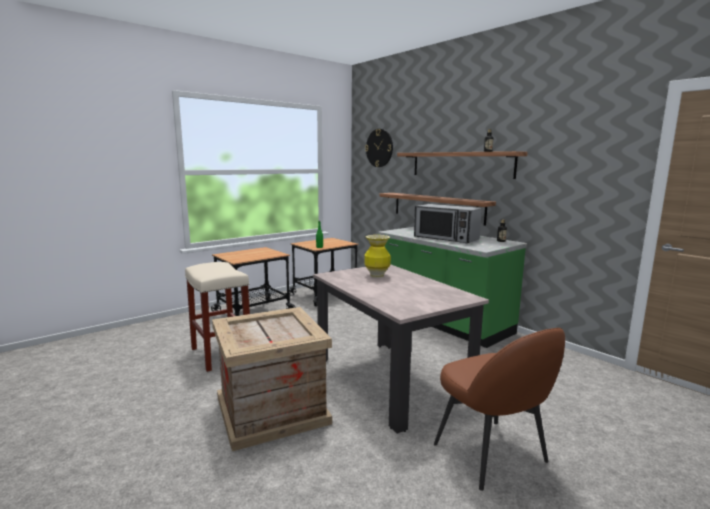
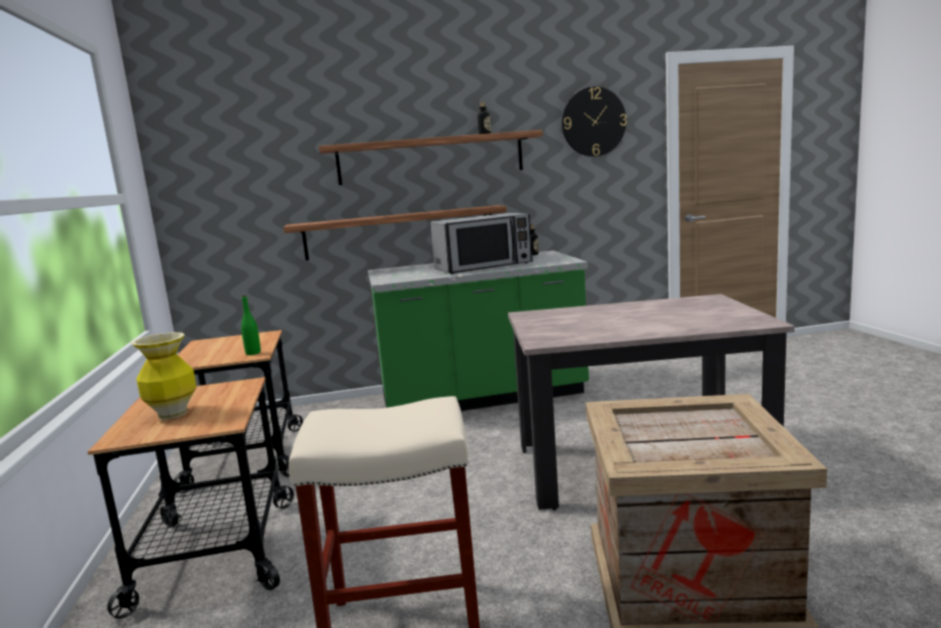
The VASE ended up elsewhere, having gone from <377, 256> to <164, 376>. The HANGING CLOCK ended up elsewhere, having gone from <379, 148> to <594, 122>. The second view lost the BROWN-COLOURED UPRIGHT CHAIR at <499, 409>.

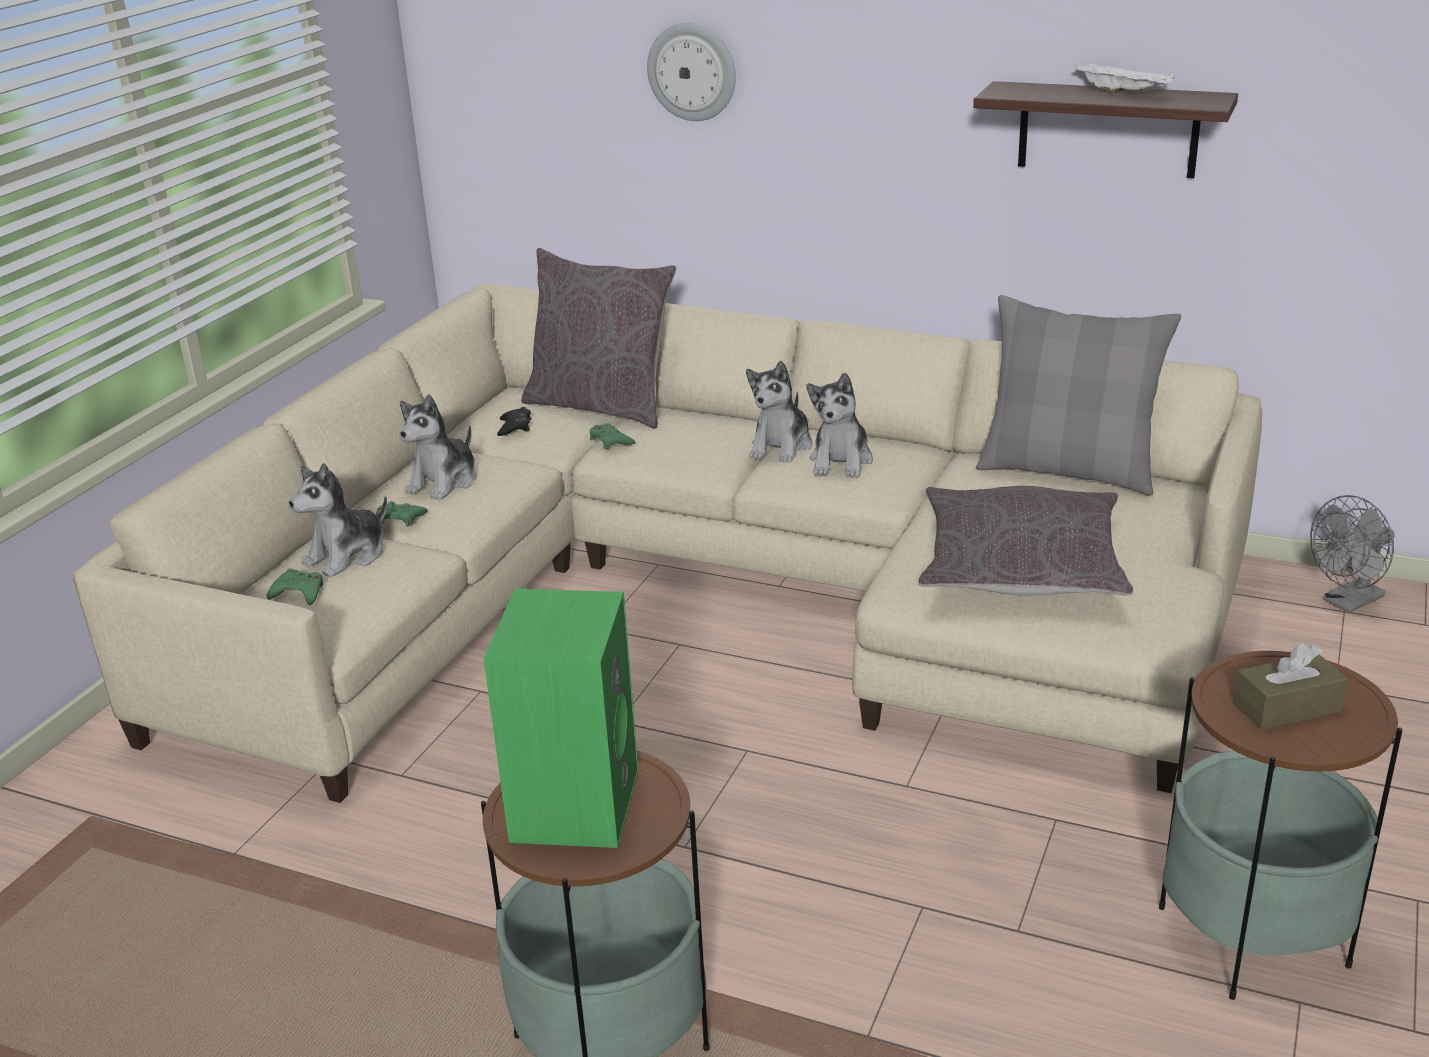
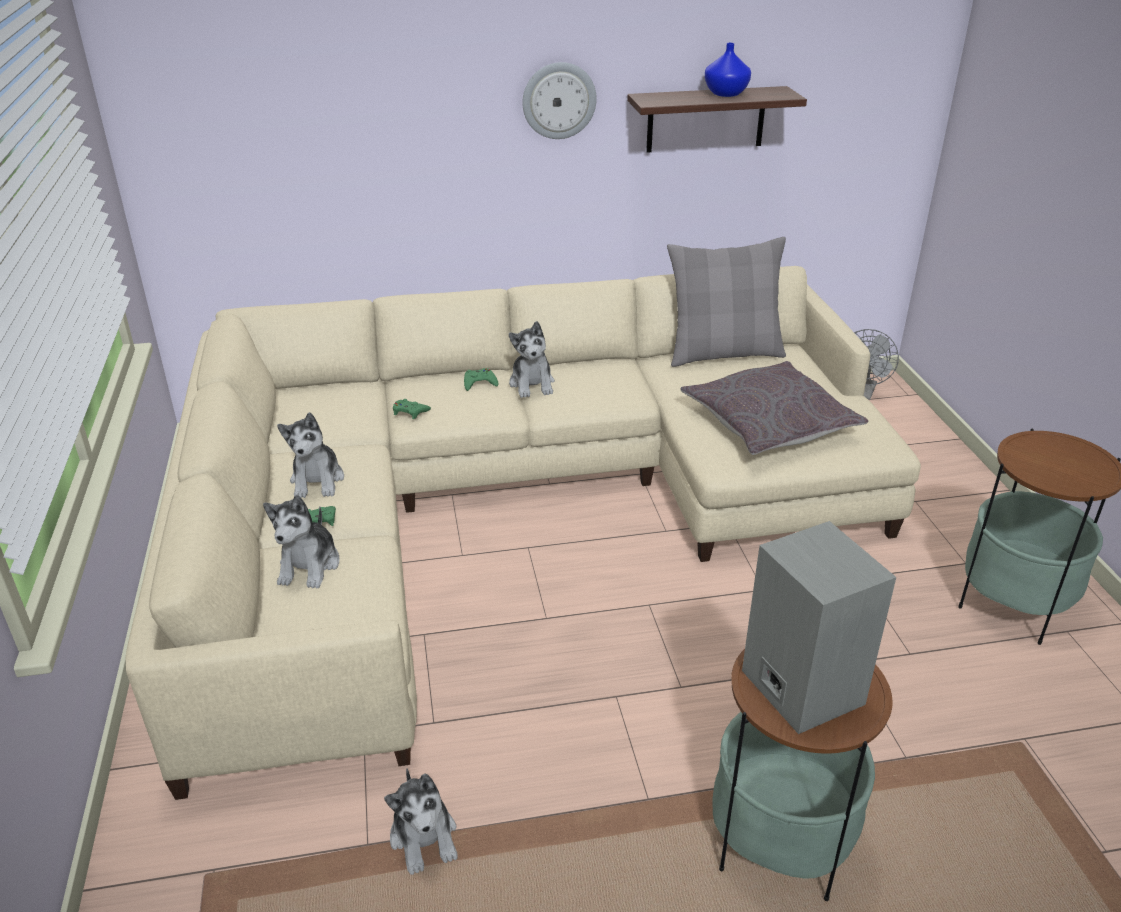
The CUDDLY TOY ended up elsewhere, having gone from <840, 425> to <421, 821>. The GREEN GAME CONTROLLER ended up elsewhere, having gone from <294, 586> to <481, 379>. The HANGING CLOCK ended up elsewhere, having gone from <691, 72> to <559, 100>. Where the WHITE CARRYING TRAY stood at <1124, 78>, the BLUE-COLOURED VASE came to stand at <728, 70>. What was the GREEN AUDIO SPEAKER at <561, 718> turned into the GREYISH AUDIO SPEAKER at <819, 627>. The second view lost the BLACK-COLOURED GAME CONTROLLER at <514, 421>. The second view lost the GREYISH PILLOW at <598, 338>. The second view lost the BROWN-COLOURED TISSUE HOLDER at <1290, 686>.

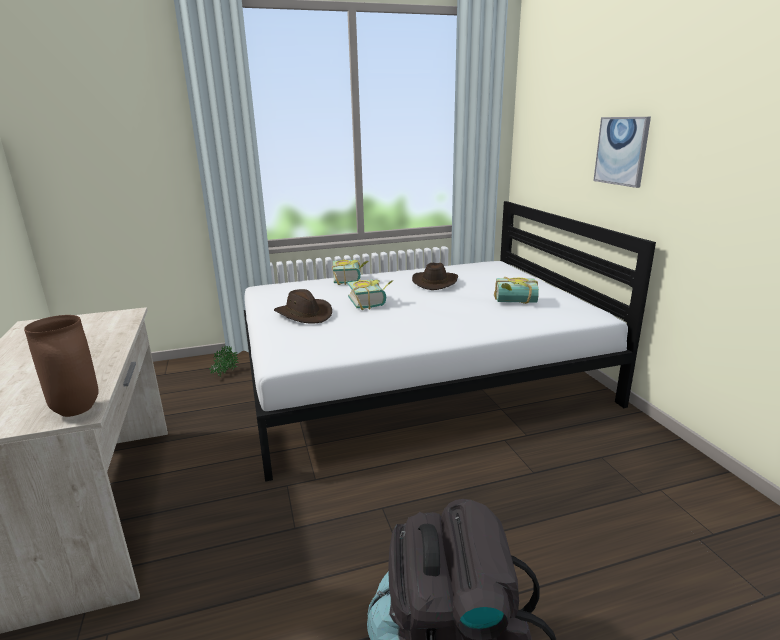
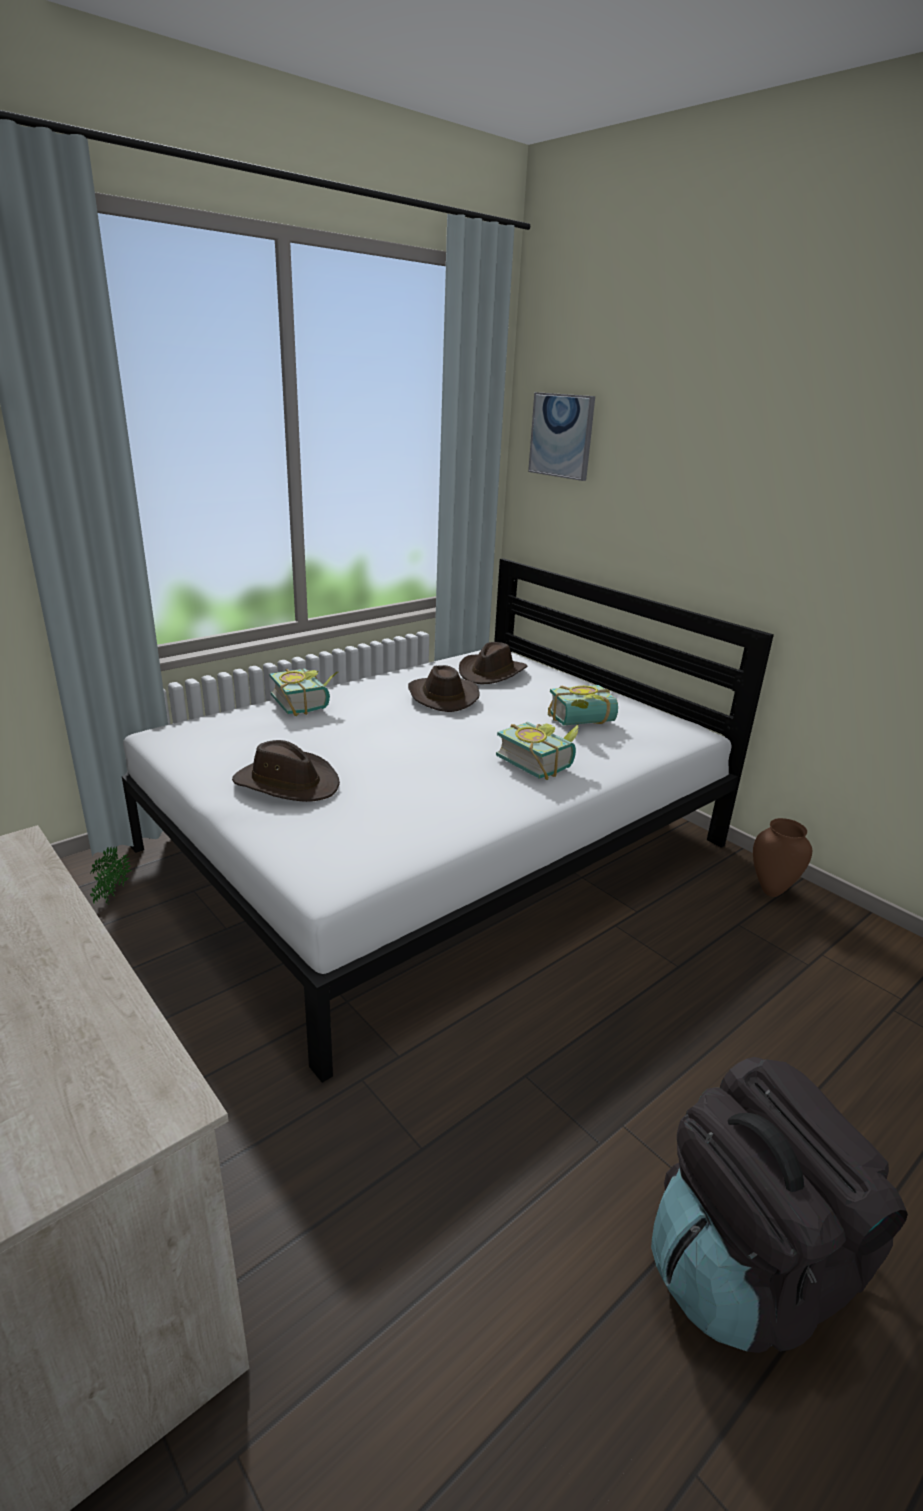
The second view gained the BROWN-COLOURED HAT at <493, 663>. The BOUND BOOK ended up elsewhere, having gone from <370, 294> to <537, 751>. The WALL PICTURE ended up elsewhere, having gone from <622, 152> to <561, 436>. The BROWN-COLOURED VASE ended up elsewhere, having gone from <61, 366> to <782, 857>.

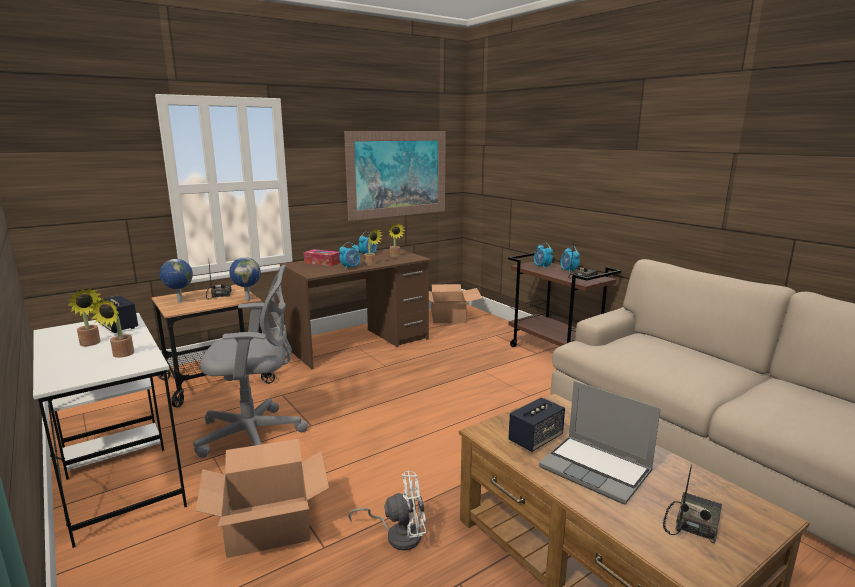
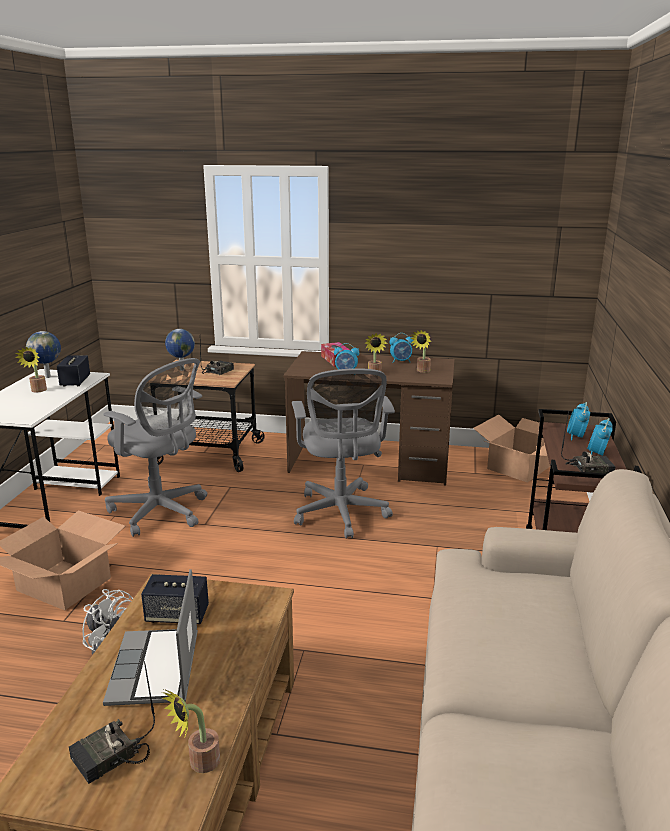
The DESK GLOBE ended up elsewhere, having gone from <245, 279> to <43, 354>. The RADIO SET at <692, 504> ended up facing another way, 150 degrees clockwise from before. The PLANT IN A POT ended up elsewhere, having gone from <111, 328> to <191, 731>. The second view gained the GREYISH DESK CHAIR at <343, 453>. The second view lost the WALL PICTURE at <395, 176>.

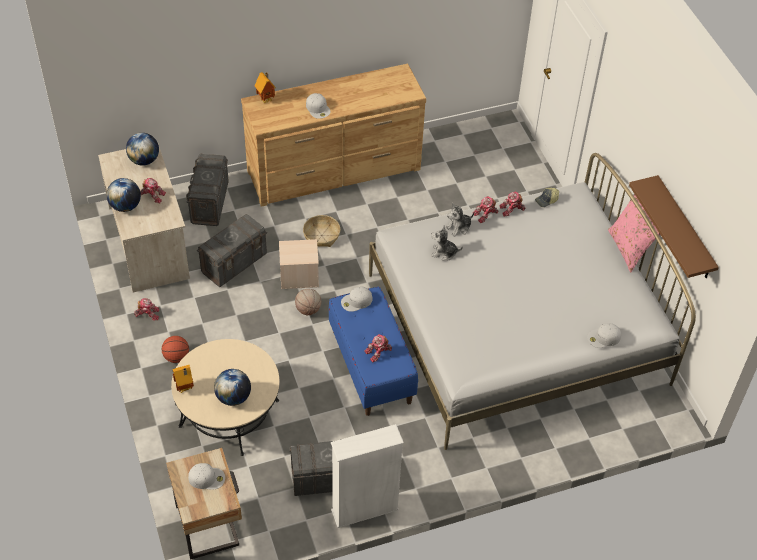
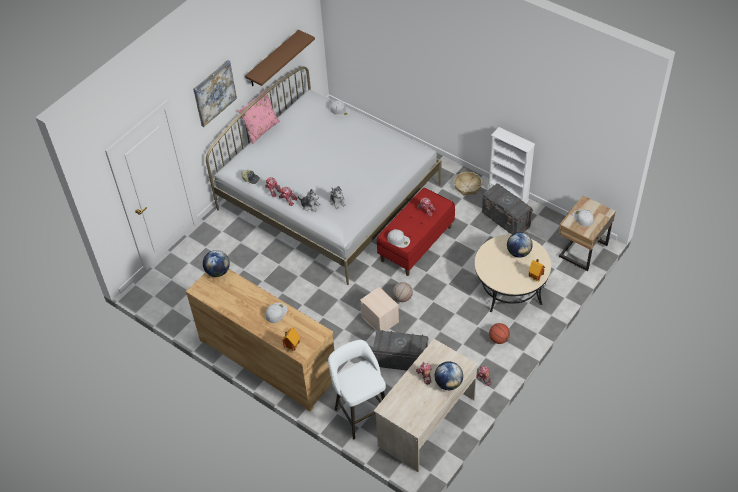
The second view gained the WALL PICTURE at <215, 93>. The DESK GLOBE ended up elsewhere, having gone from <142, 149> to <216, 263>. Where the GREYISH STORAGE BIN stood at <207, 190>, the WHITE SITTING STOOL came to stand at <357, 389>. What was the BLUE-COLOURED LONG SEAT at <373, 351> turned into the RED-COLOURED LONG SEAT at <416, 232>. The HOUSEHOLD BASKET ended up elsewhere, having gone from <321, 231> to <468, 184>.

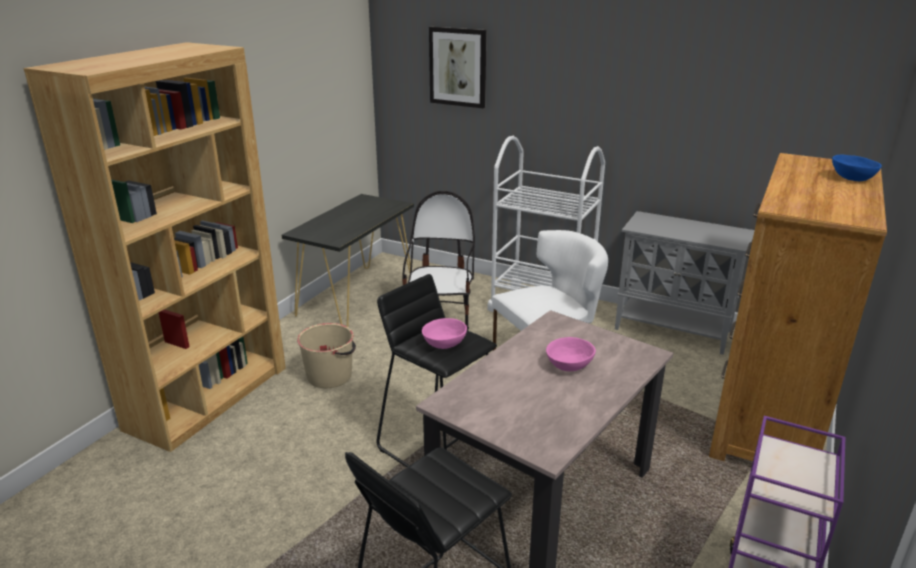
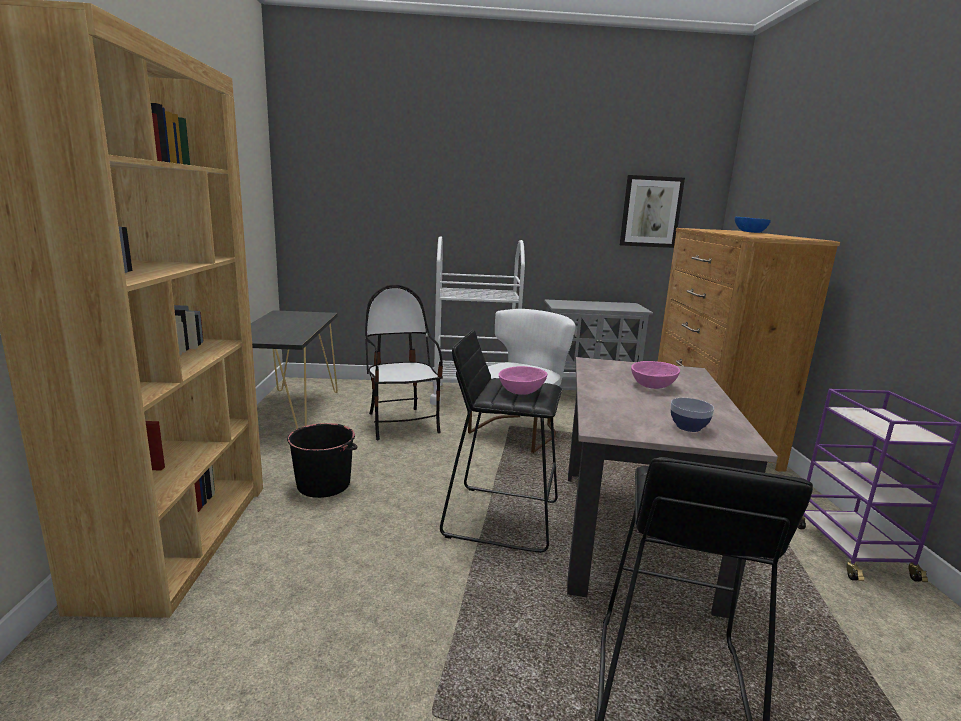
What was the BEIGE-COLOURED PAIL at <326, 355> turned into the BLACK-COLOURED PAIL at <322, 460>. The WALL PICTURE ended up elsewhere, having gone from <457, 67> to <652, 211>. The second view gained the SERVING BOWL at <692, 415>.

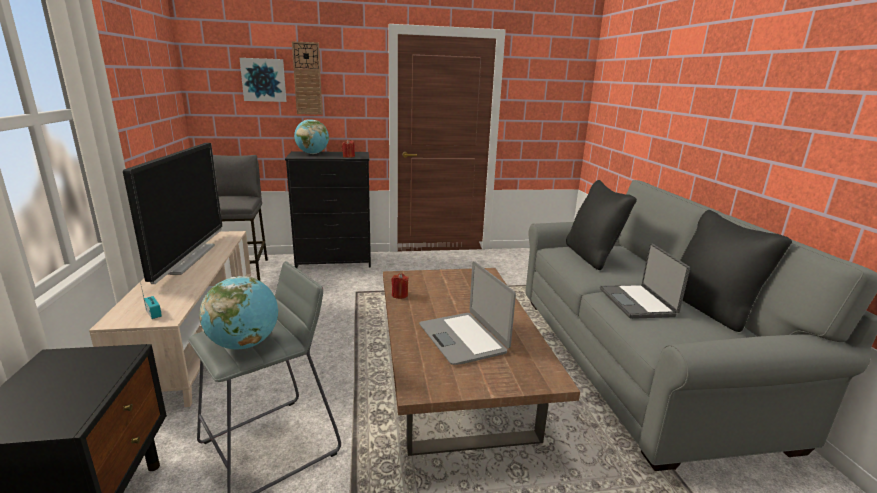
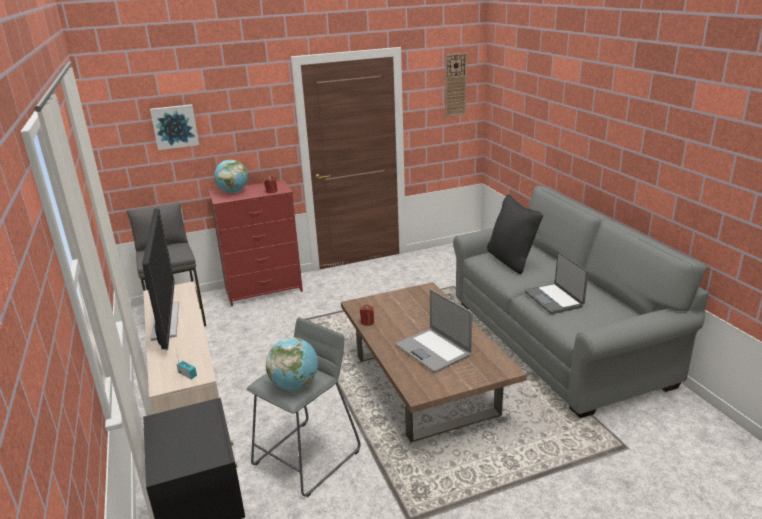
What was the BLACK-COLOURED DRAWER CHEST at <328, 209> turned into the RED-COLOURED DRAWER CHEST at <255, 243>. The HANGING CLOCK ended up elsewhere, having gone from <307, 78> to <456, 85>. The second view lost the BLACK-COLOURED PILLOW at <736, 271>.

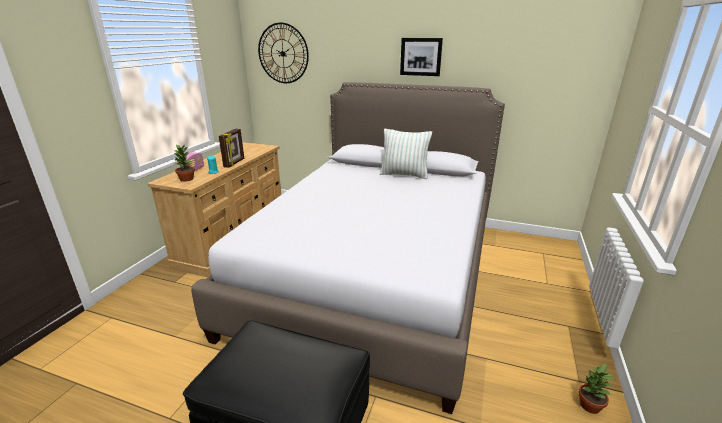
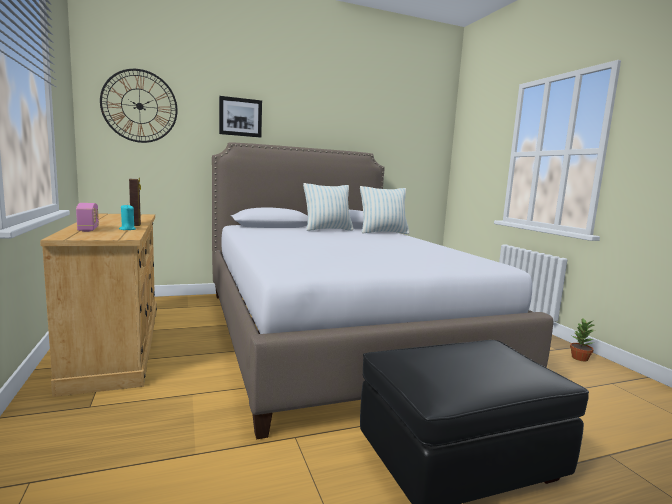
The WALL PICTURE ended up elsewhere, having gone from <421, 57> to <240, 117>. The second view gained the PILLOW at <384, 210>. The second view lost the PLANT IN A POT at <184, 162>.

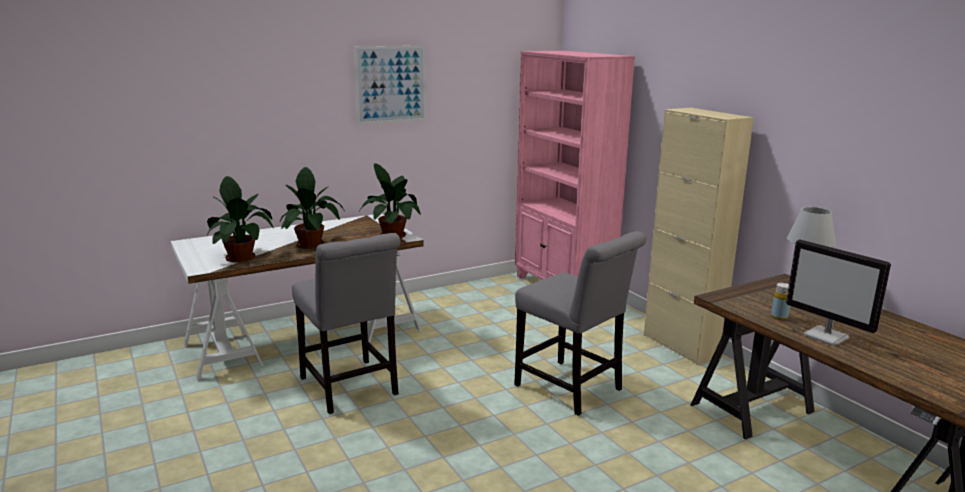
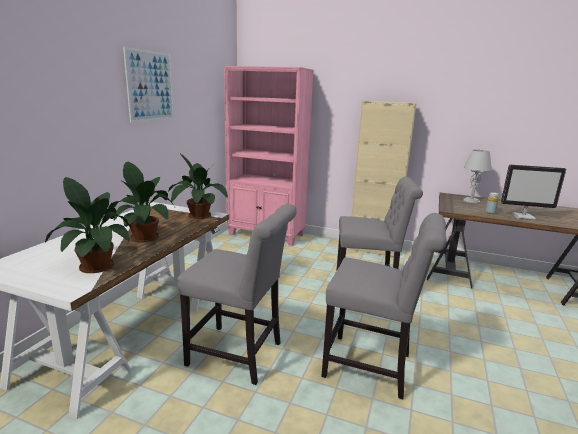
The second view gained the GREYISH UPRIGHT CHAIR at <383, 306>.

